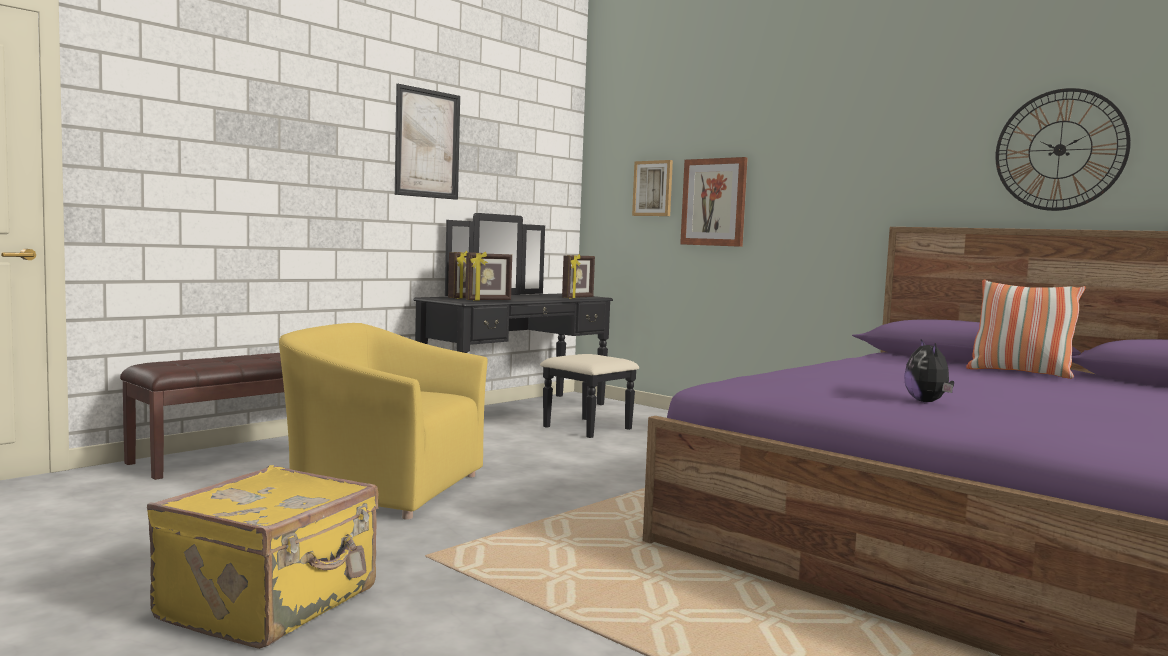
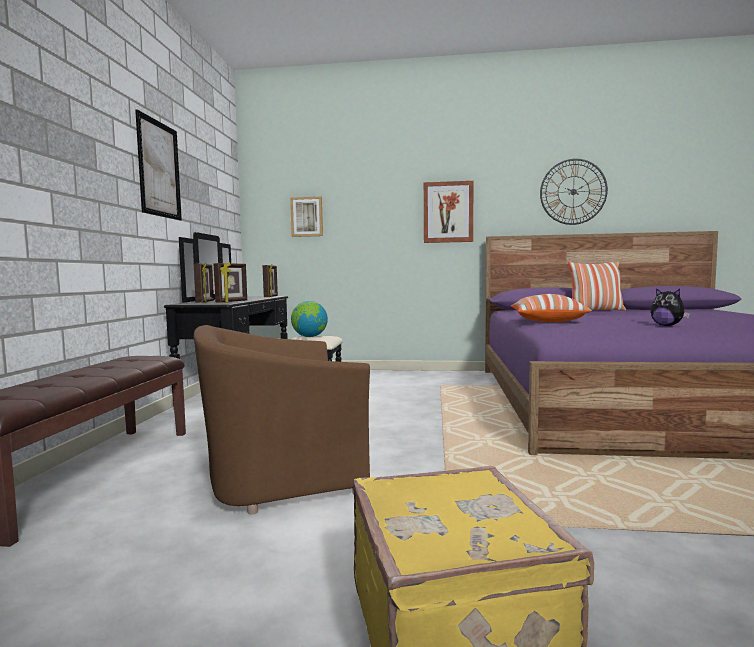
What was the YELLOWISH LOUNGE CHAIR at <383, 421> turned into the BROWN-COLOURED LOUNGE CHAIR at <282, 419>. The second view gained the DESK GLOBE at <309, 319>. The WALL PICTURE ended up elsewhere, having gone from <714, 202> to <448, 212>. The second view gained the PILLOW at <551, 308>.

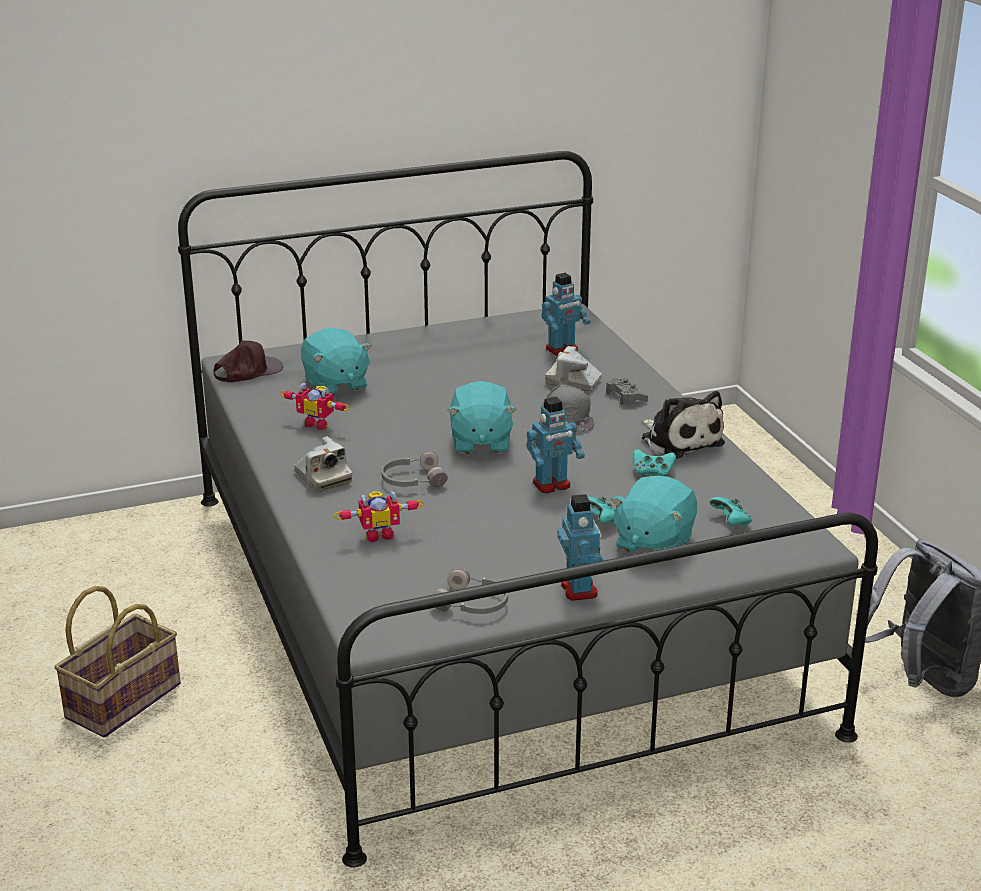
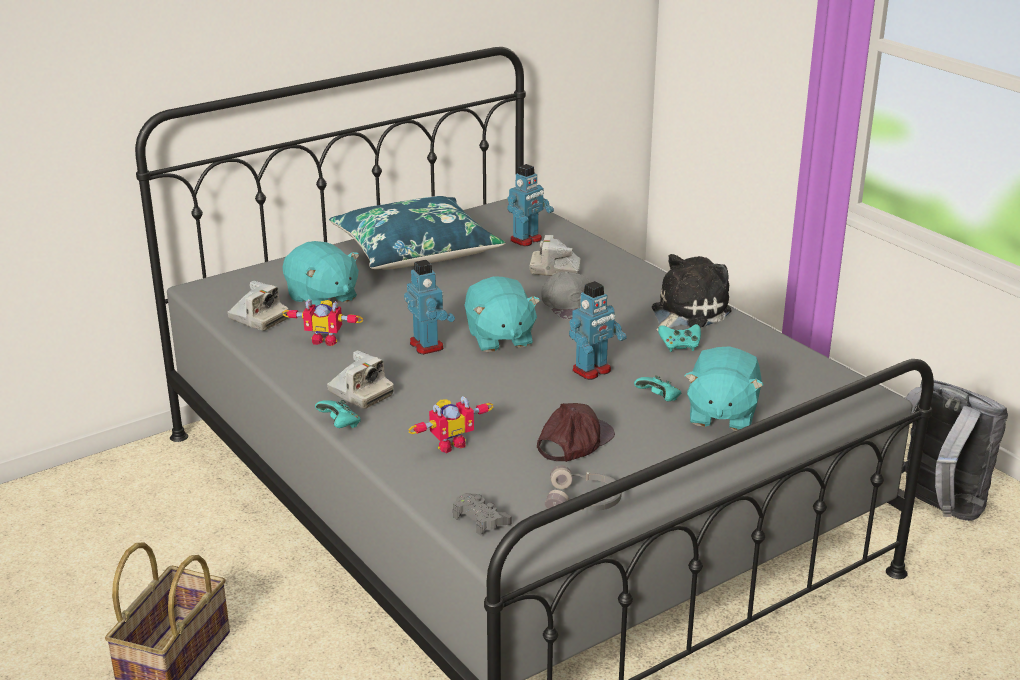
The second view gained the PHOTO CAMERA at <258, 306>. The TURQUOISE GAME CONTROLLER ended up elsewhere, having gone from <730, 512> to <338, 414>. The second view gained the BLUE-COLOURED PILLOW at <417, 233>. The ROBOT FIGURE ended up elsewhere, having gone from <583, 547> to <429, 307>. The GREYISH GAME CONTROLLER ended up elsewhere, having gone from <627, 391> to <482, 514>. The BROWN-COLOURED CAP ended up elsewhere, having gone from <248, 361> to <576, 432>. The CUDDLY TOY at <683, 425> ended up facing another way, 90 degrees counterclockwise from before. The second view lost the GREYISH HEADPHONES at <414, 469>.

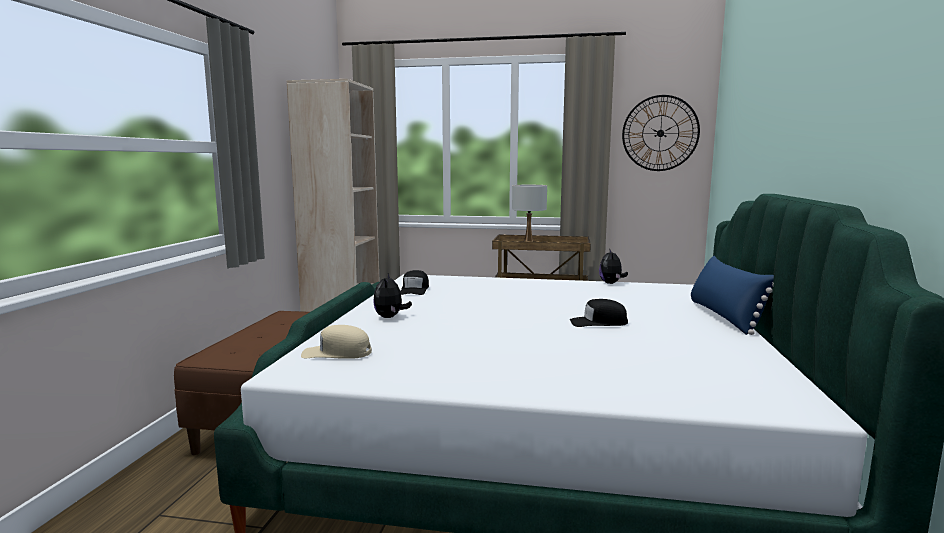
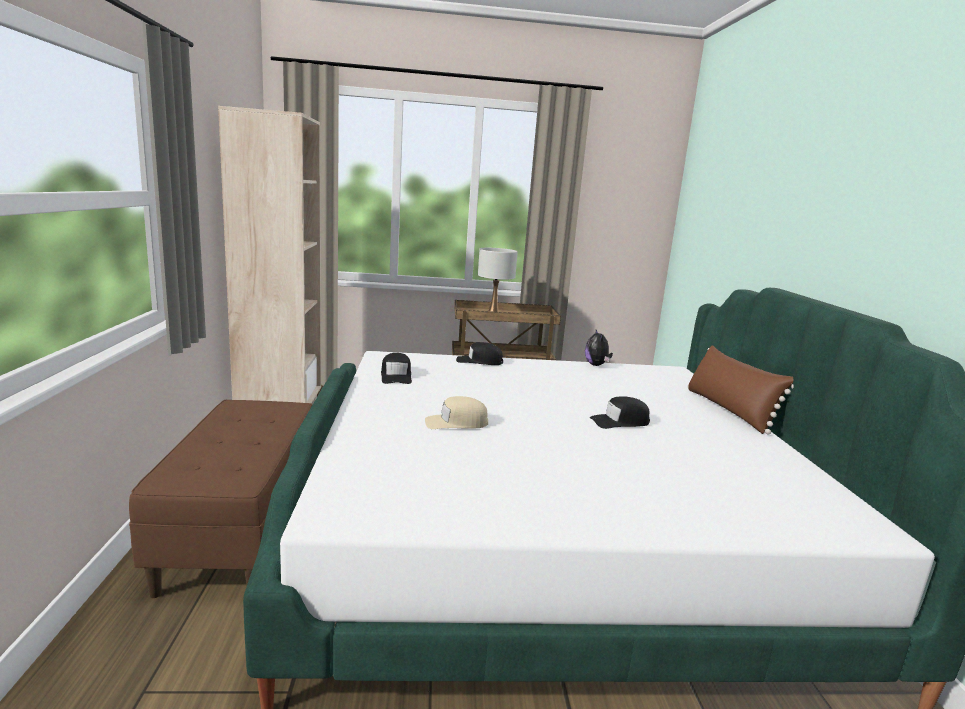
The BEIGE-COLOURED CAP ended up elsewhere, having gone from <336, 342> to <456, 412>. The second view gained the BLACK-COLOURED CAP at <479, 353>. What was the BLUE-COLOURED PILLOW at <732, 295> turned into the BROWN-COLOURED PILLOW at <740, 390>. The second view lost the CUDDLY TOY at <392, 296>. The second view lost the HANGING CLOCK at <661, 133>.

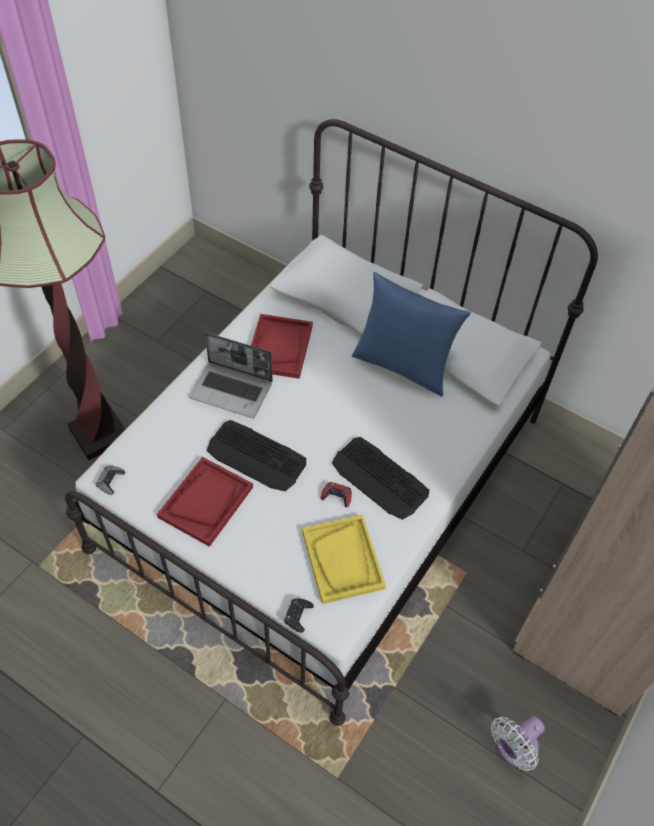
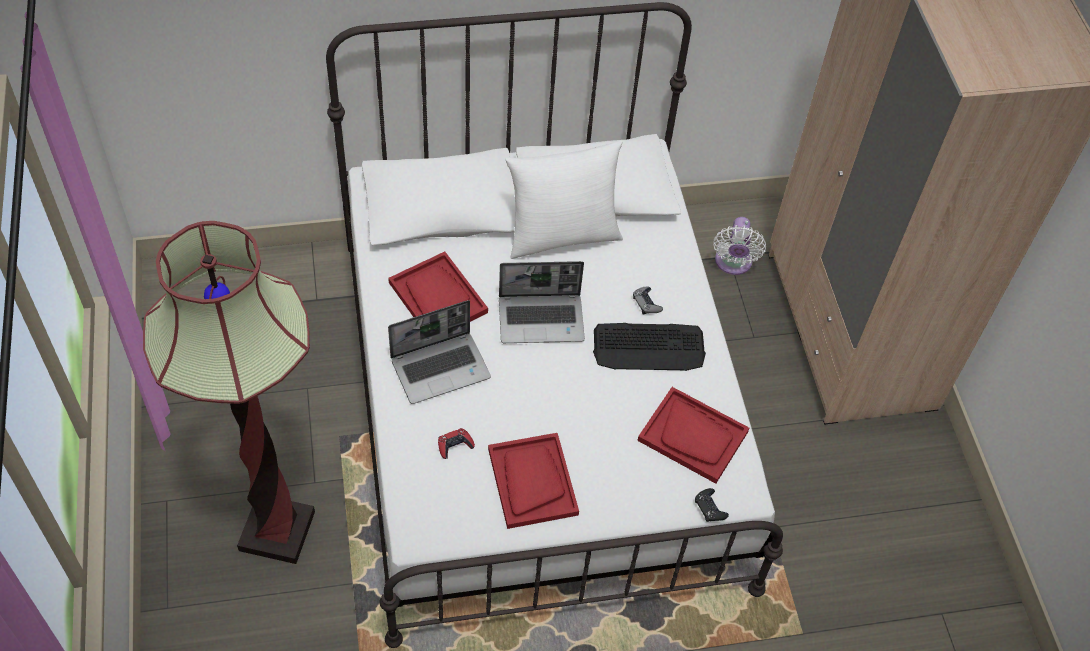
The RED-COLOURED GAME CONTROLLER ended up elsewhere, having gone from <336, 494> to <456, 443>. The second view gained the PORTABLE COMPUTER at <542, 302>. What was the BLUE-COLOURED PILLOW at <411, 334> turned into the WHITE PILLOW at <564, 199>. The GREYISH GAME CONTROLLER ended up elsewhere, having gone from <110, 480> to <648, 301>. What was the YELLOWISH CARRYING TRAY at <344, 559> turned into the RED-COLOURED CARRYING TRAY at <693, 435>. The WHITE FAN ended up elsewhere, having gone from <518, 743> to <739, 246>. The second view lost the KEYBOARD at <256, 455>.

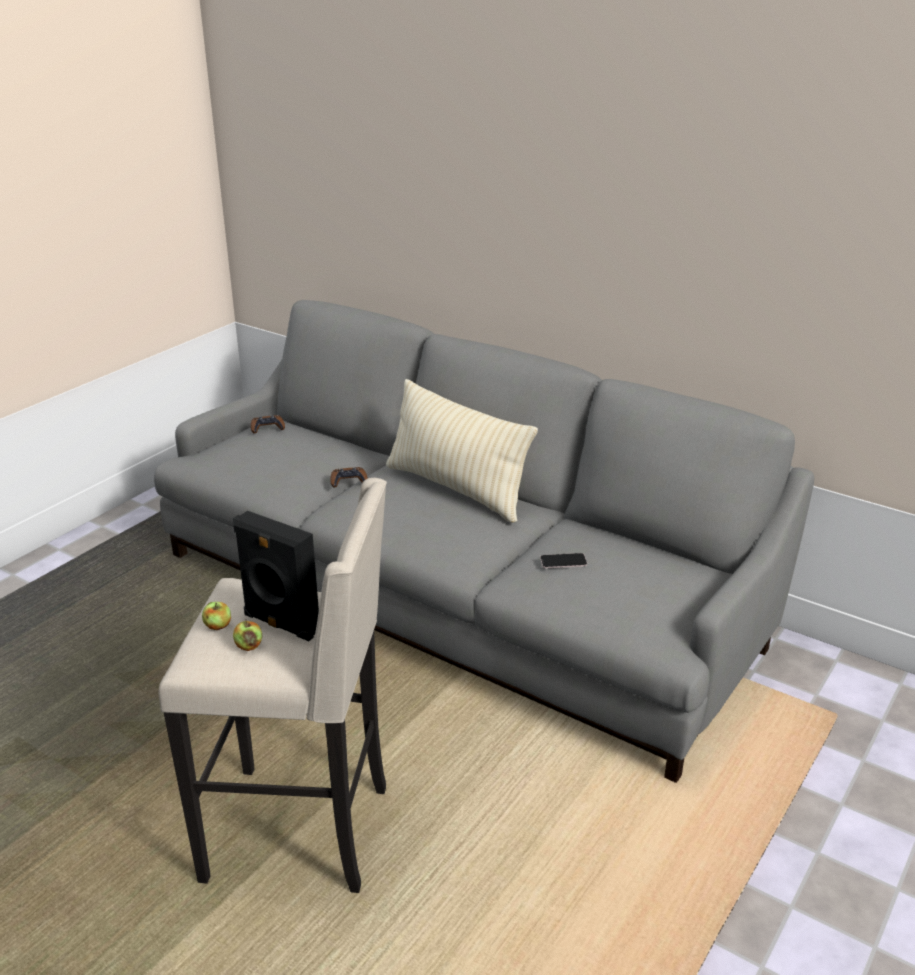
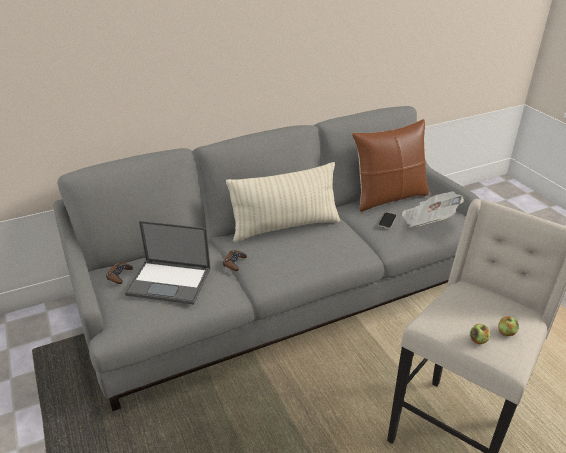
The second view gained the PORTABLE COMPUTER at <167, 263>. The second view gained the BROWN-COLOURED PILLOW at <390, 165>. The second view gained the PRINTED PAPER at <433, 209>. The second view lost the BLACK-COLOURED AUDIO SPEAKER at <276, 576>.

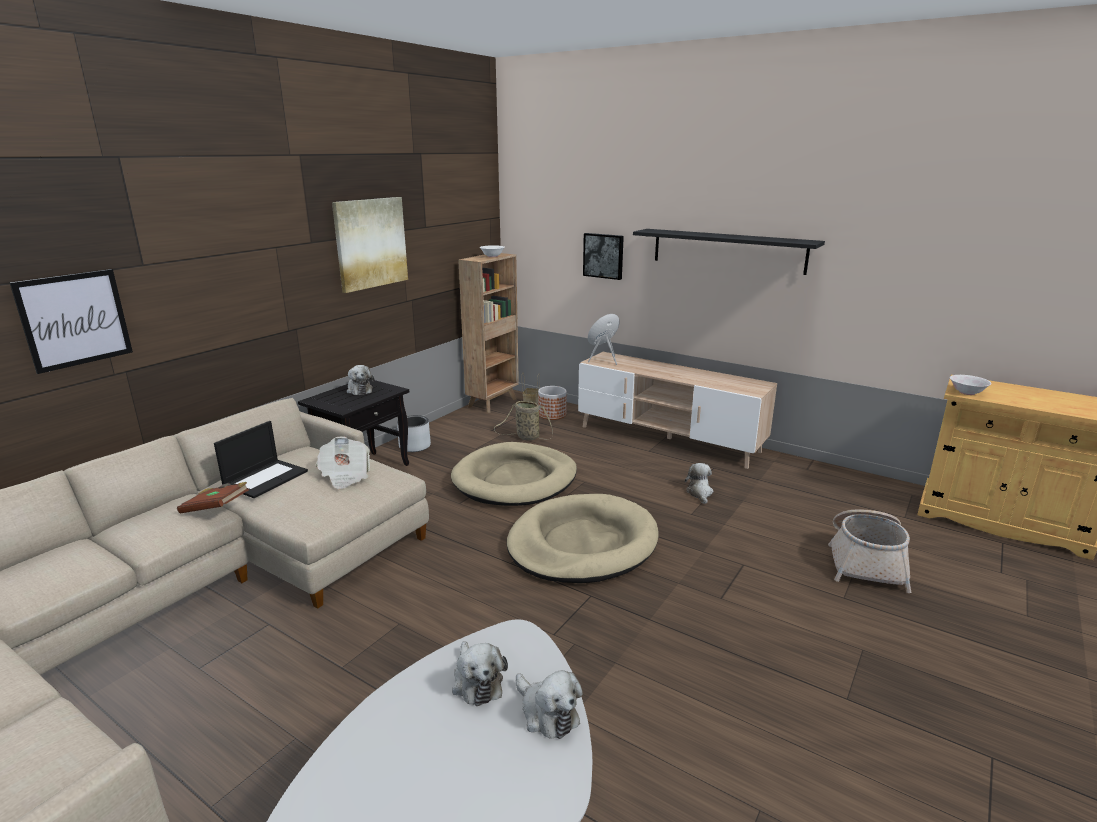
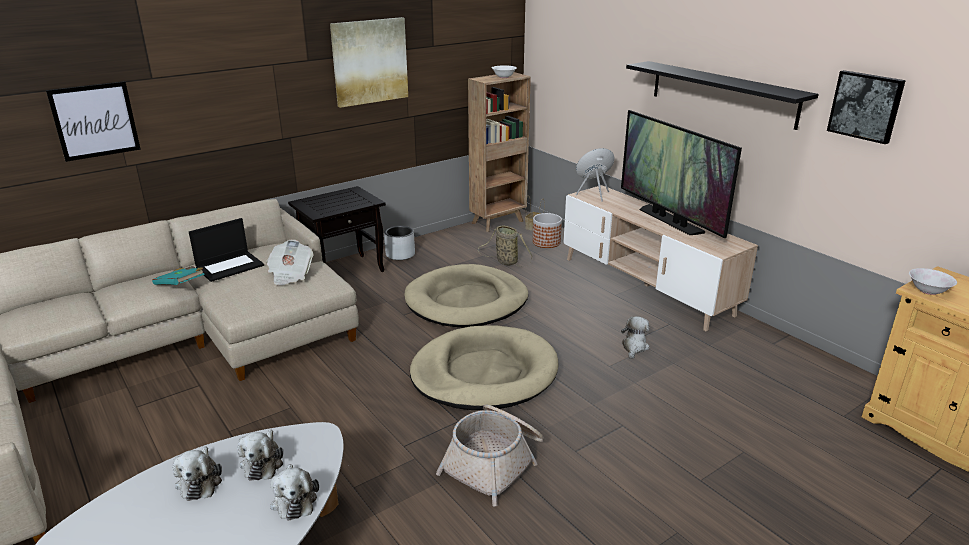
What was the BROWN-COLOURED BOUND BOOK at <213, 497> turned into the TURQUOISE BOUND BOOK at <178, 275>. The CUDDLY TOY ended up elsewhere, having gone from <361, 380> to <197, 474>. The HOUSEHOLD BASKET ended up elsewhere, having gone from <870, 551> to <490, 455>. The second view gained the TV at <681, 174>. The WALL PICTURE ended up elsewhere, having gone from <603, 256> to <866, 107>.

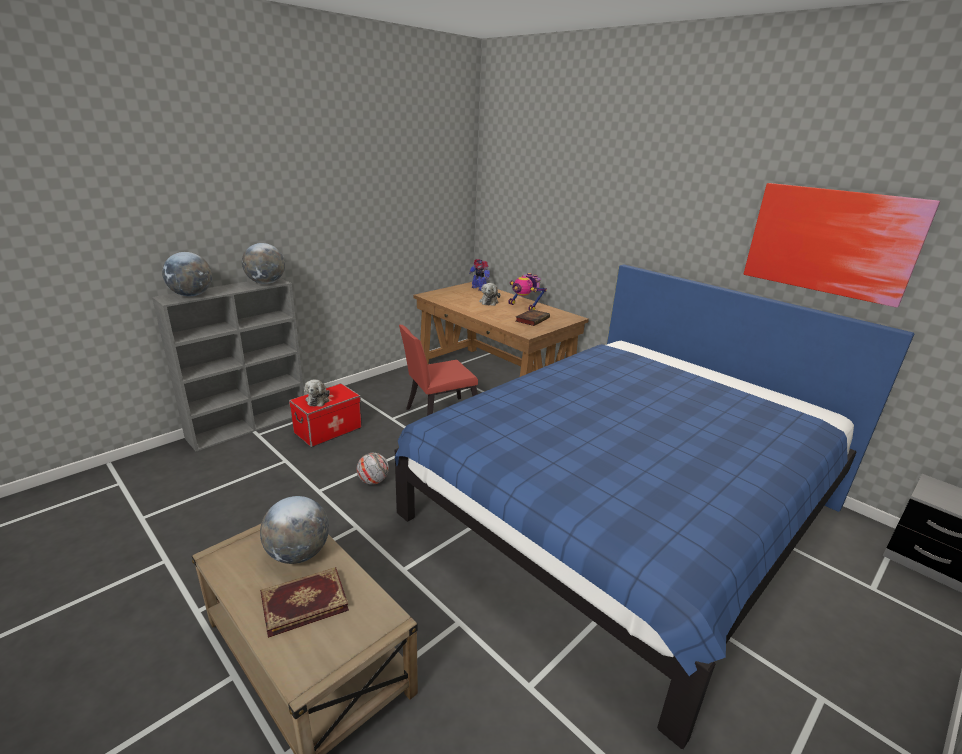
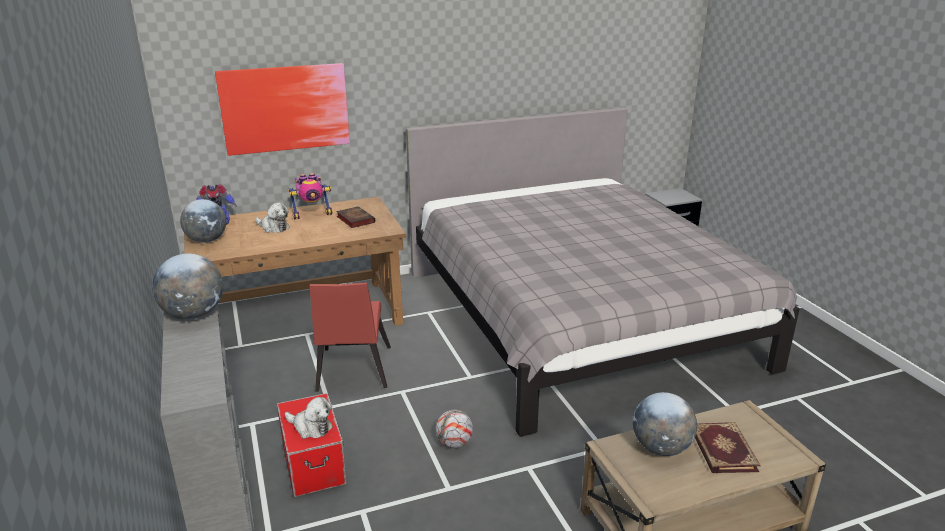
The DESK GLOBE ended up elsewhere, having gone from <187, 274> to <203, 221>. The WALL PICTURE ended up elsewhere, having gone from <842, 245> to <282, 109>. What was the BLUE-COLOURED BEDROOM BED at <654, 506> turned into the GREYISH BEDROOM BED at <602, 272>.

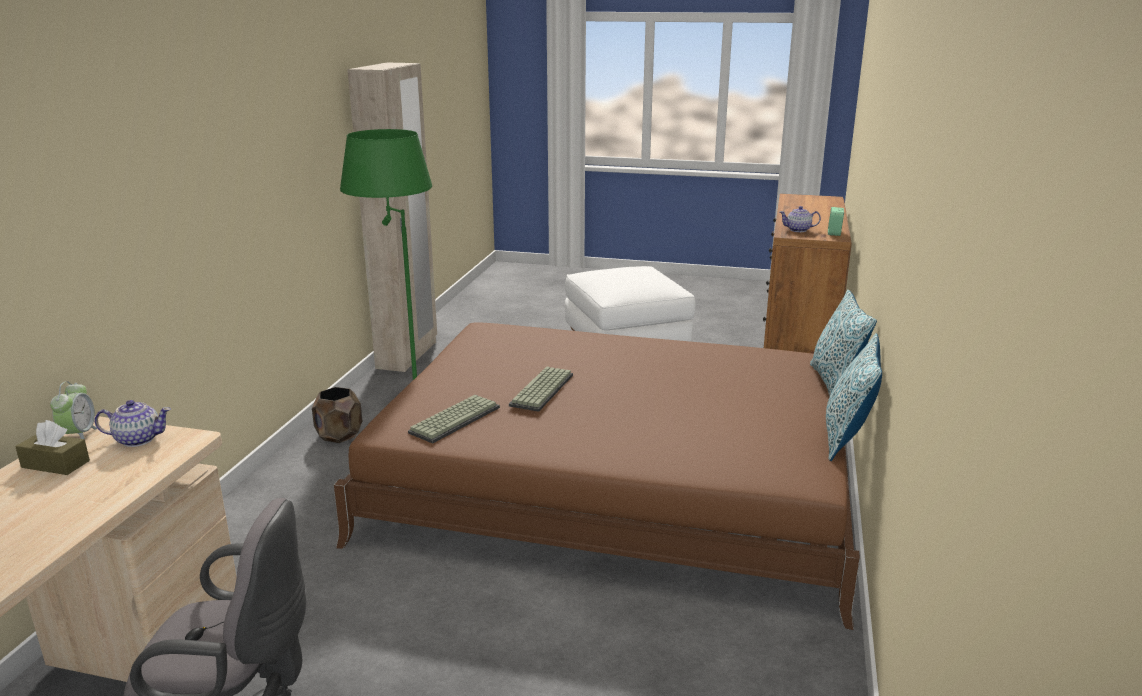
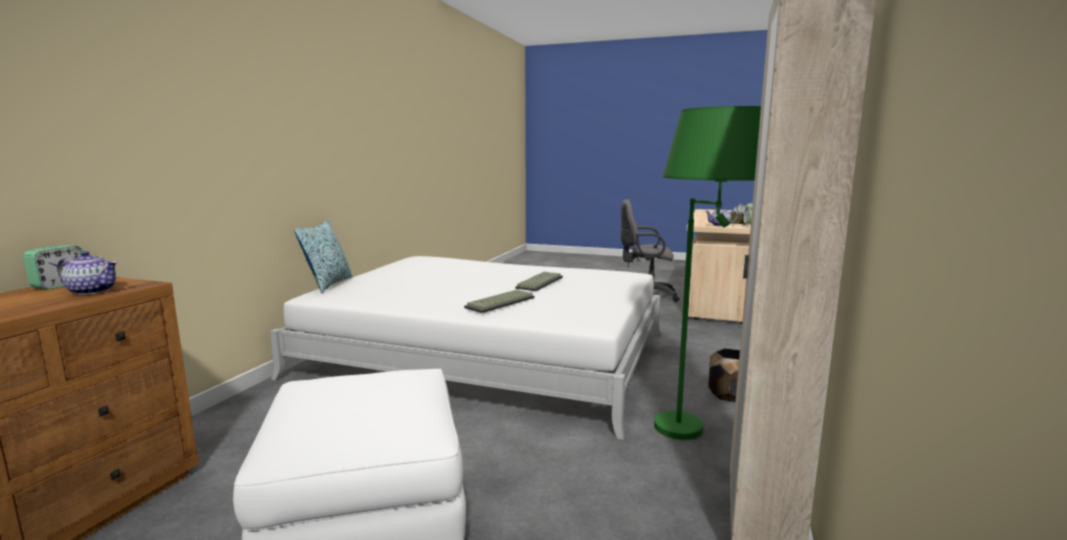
What was the BROWN-COLOURED BEDROOM BED at <597, 476> turned into the WHITE BEDROOM BED at <465, 348>. The KEYBOARD ended up elsewhere, having gone from <454, 419> to <499, 301>. The second view lost the PILLOW at <854, 397>.

